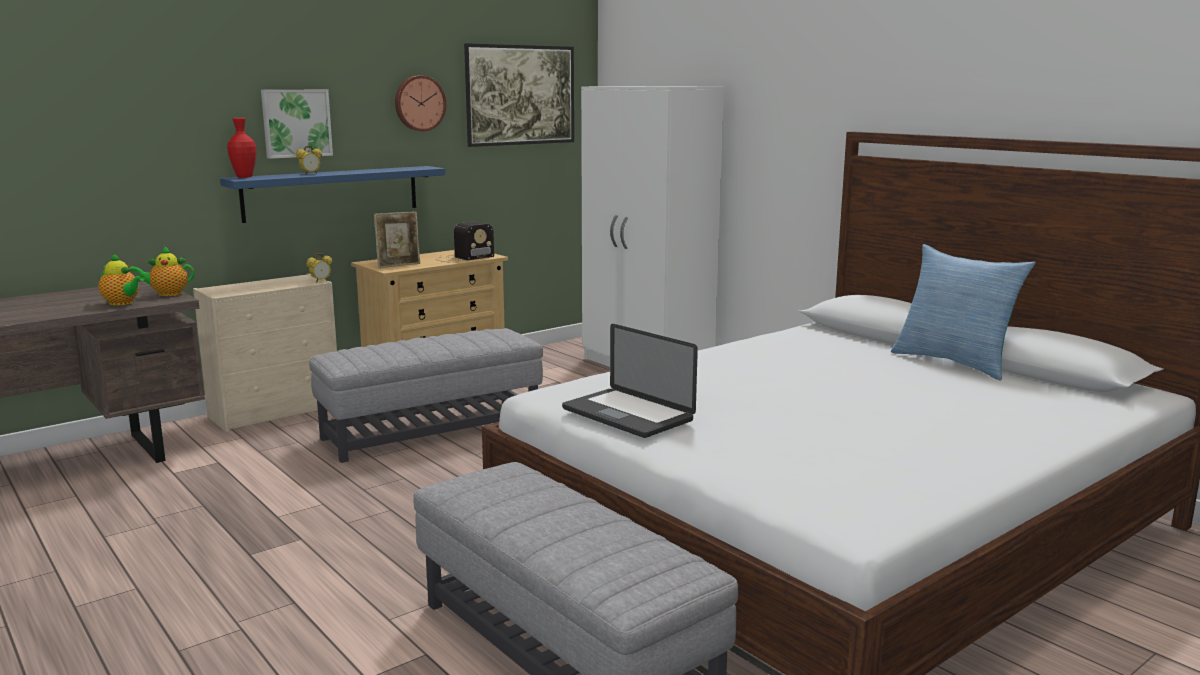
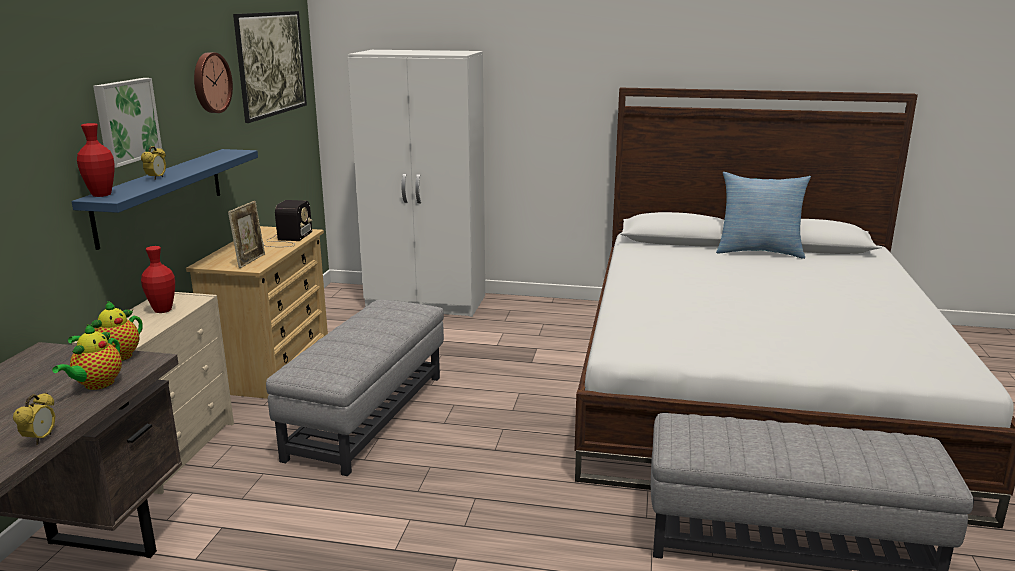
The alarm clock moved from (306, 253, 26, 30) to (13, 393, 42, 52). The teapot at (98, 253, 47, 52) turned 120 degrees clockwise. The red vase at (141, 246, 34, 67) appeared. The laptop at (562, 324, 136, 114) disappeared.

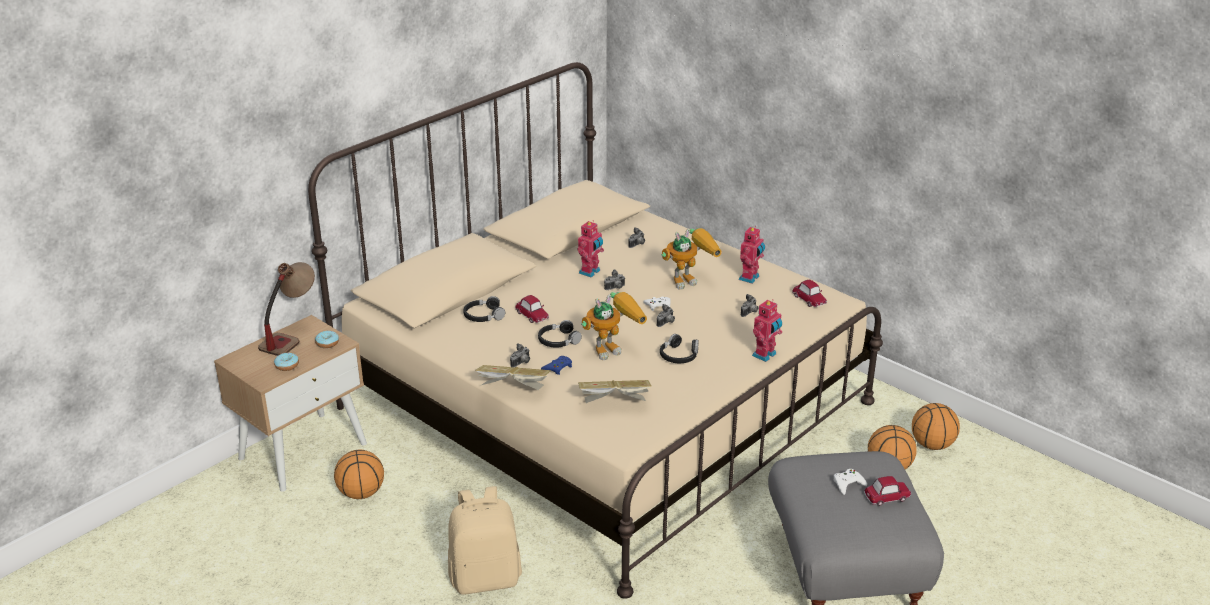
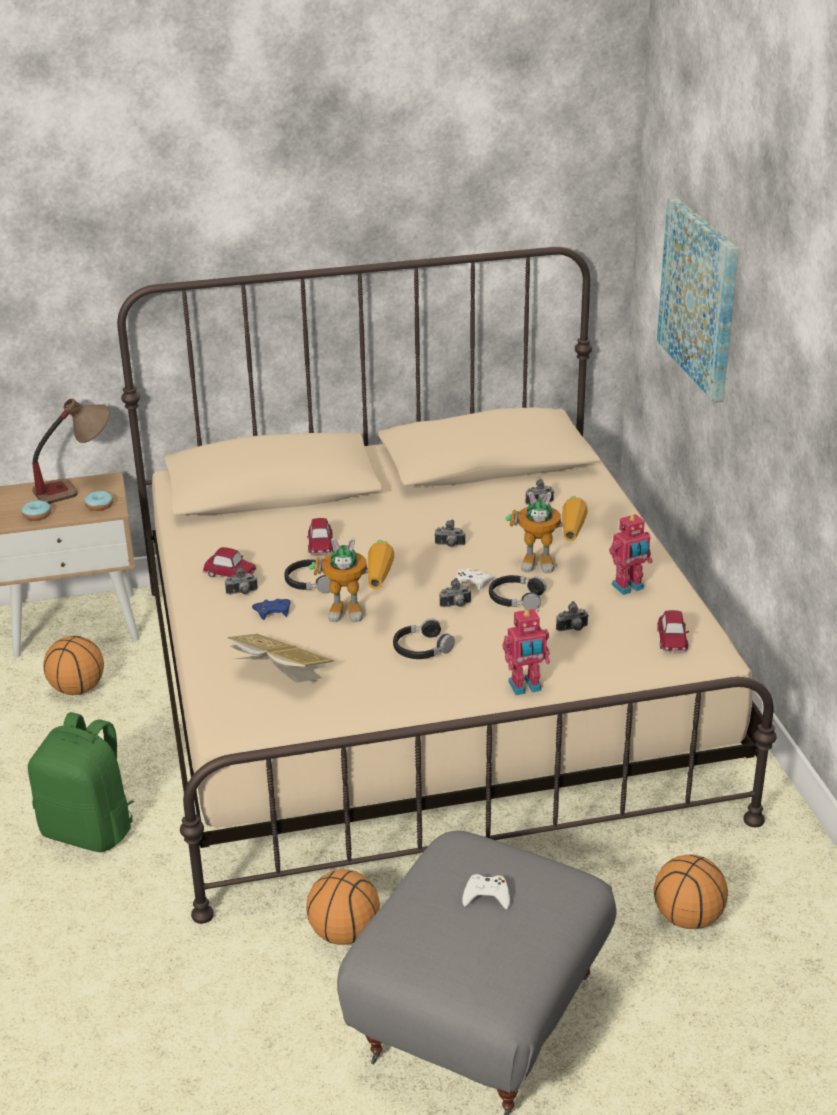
The beige backpack at (448, 486, 74, 109) became the green backpack at (28, 712, 106, 140). The toy car moved from (864, 476, 47, 30) to (203, 547, 53, 30). The basketball moved from (912, 403, 48, 47) to (306, 869, 74, 76). The black headphones moved from (463, 296, 42, 26) to (489, 575, 57, 35). The picture at (657, 197, 82, 206) appeared. The book at (475, 365, 76, 25) disappeared. The toy robot at (577, 220, 27, 57) disappeared.

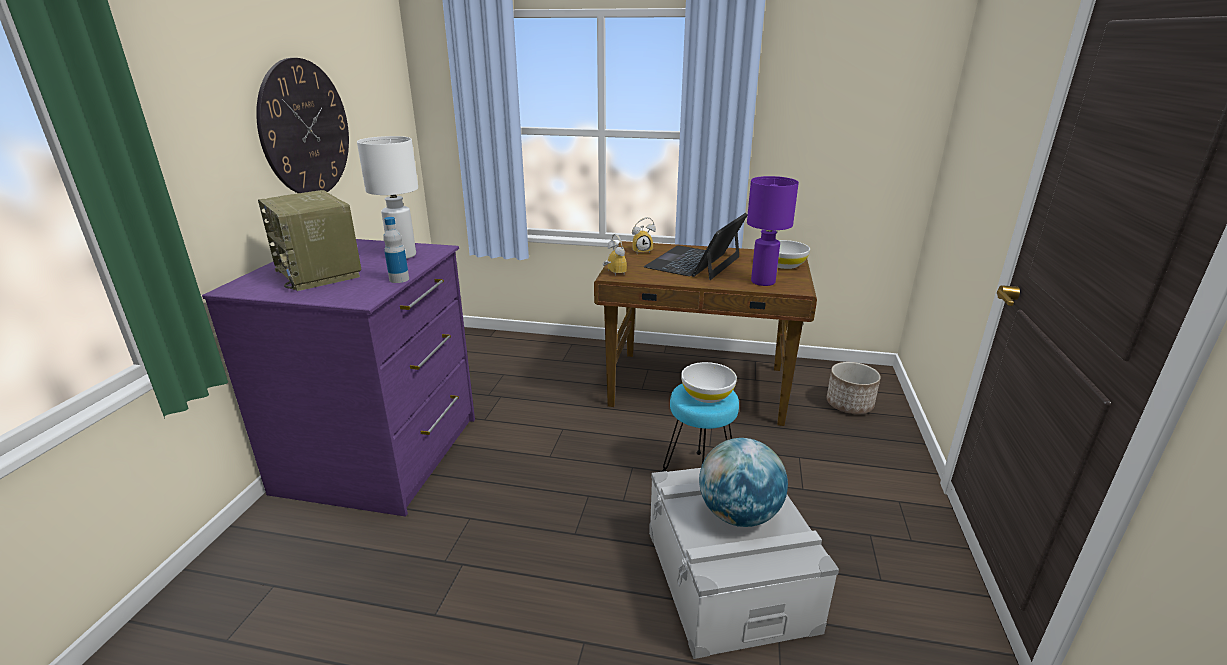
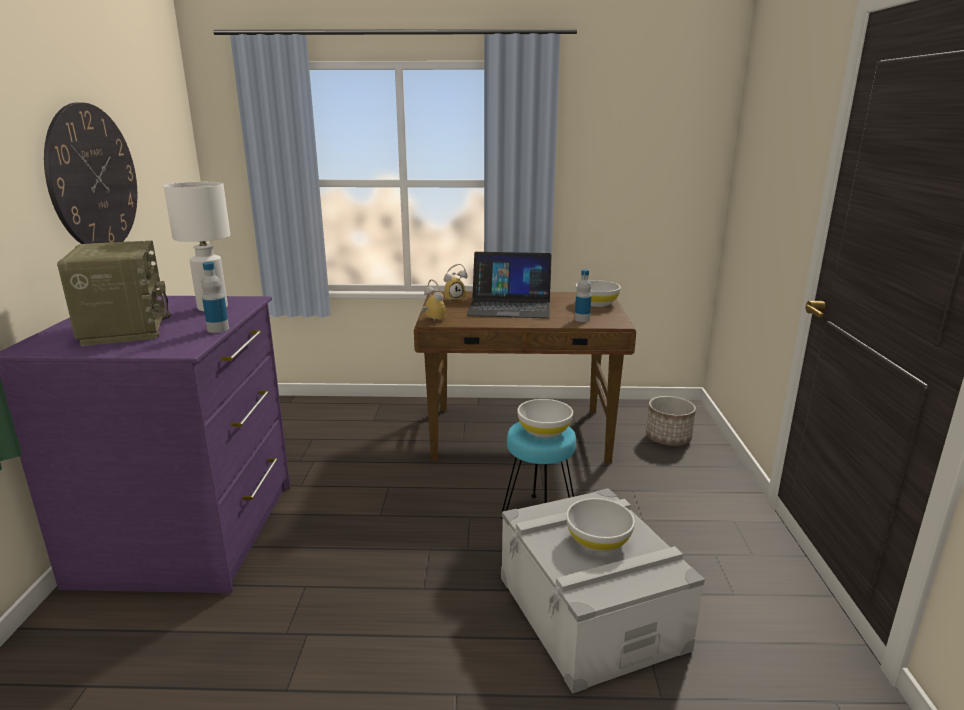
The radio at (258, 190, 103, 101) turned 150 degrees counterclockwise. The laptop at (644, 213, 104, 67) turned 105 degrees counterclockwise. The globe at (699, 438, 89, 89) was replaced by the white bowl at (566, 498, 69, 54). The purple table lamp at (747, 176, 52, 110) was replaced by the bottle at (575, 269, 17, 53).

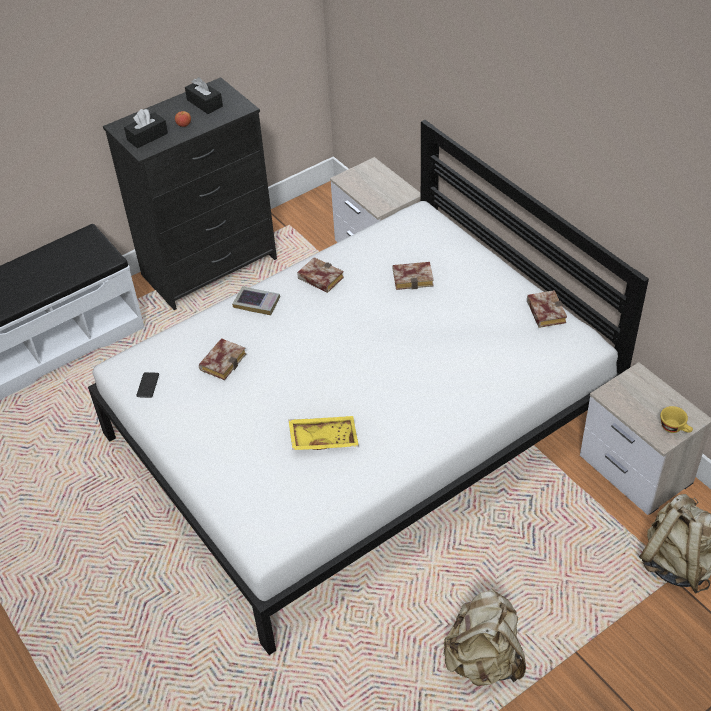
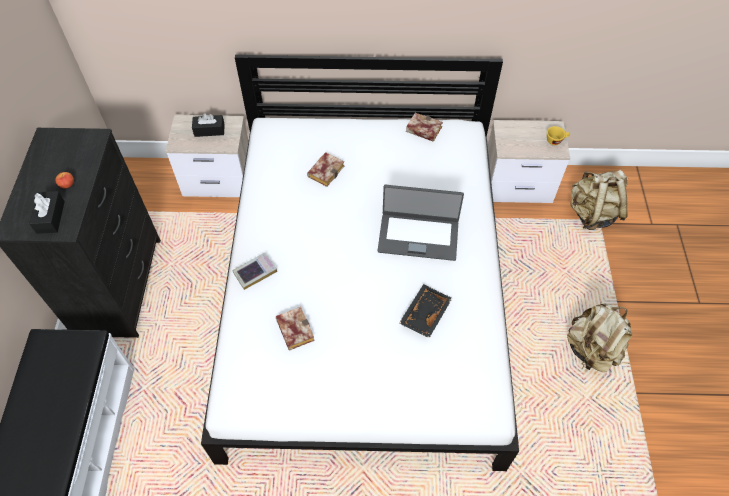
The black tissue box moved from (185, 77, 38, 37) to (192, 113, 33, 24). The laptop at (377, 185, 87, 76) appeared. The yellow tray at (289, 416, 70, 34) became the black tray at (399, 284, 53, 54). The phone at (136, 372, 23, 26) disappeared. The book at (297, 257, 47, 36) disappeared.

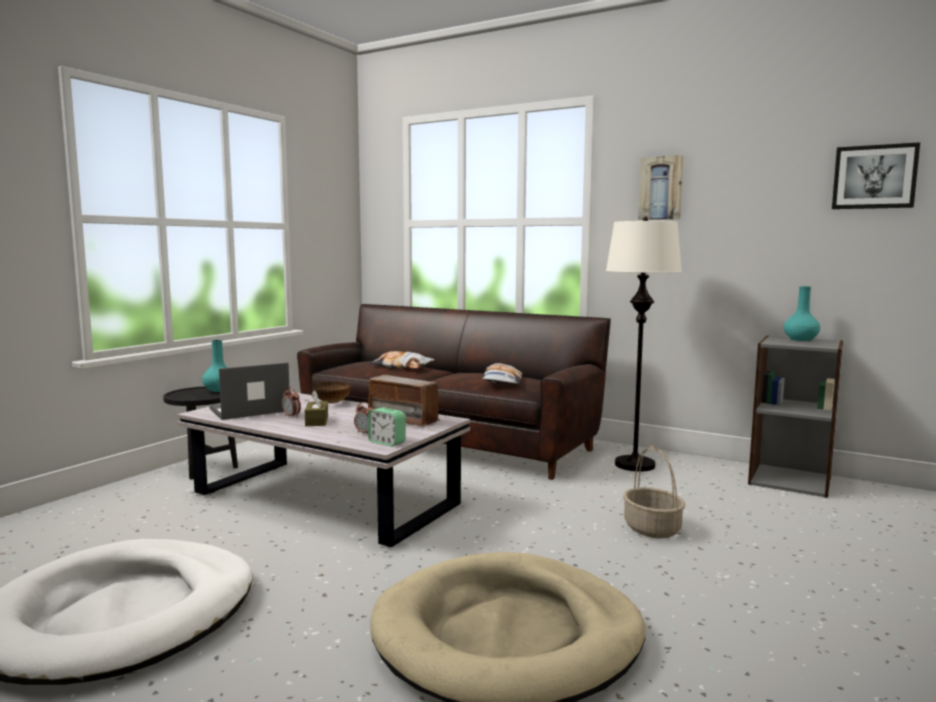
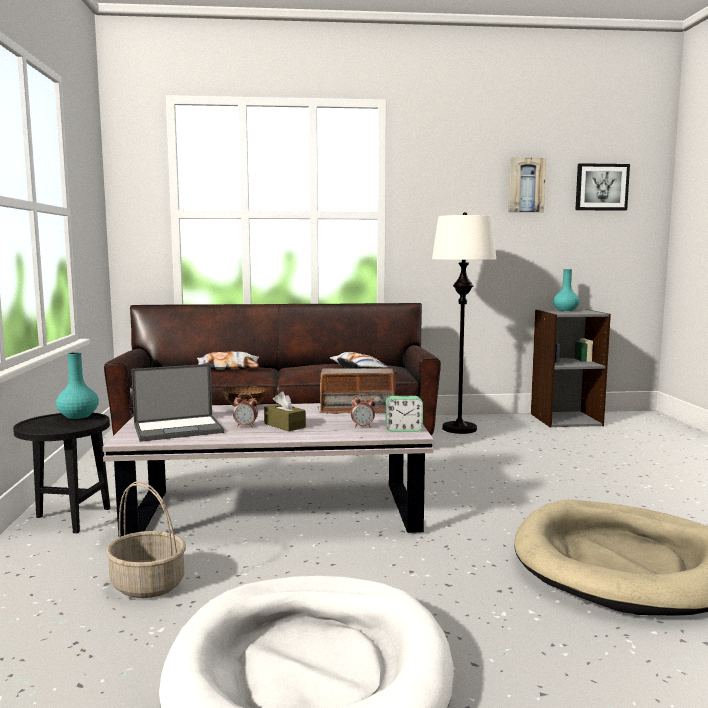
The basket moved from (623, 446, 62, 92) to (106, 481, 80, 117). The laptop at (209, 363, 81, 57) turned 135 degrees counterclockwise. The picture moved from (638, 155, 45, 65) to (508, 158, 38, 54).

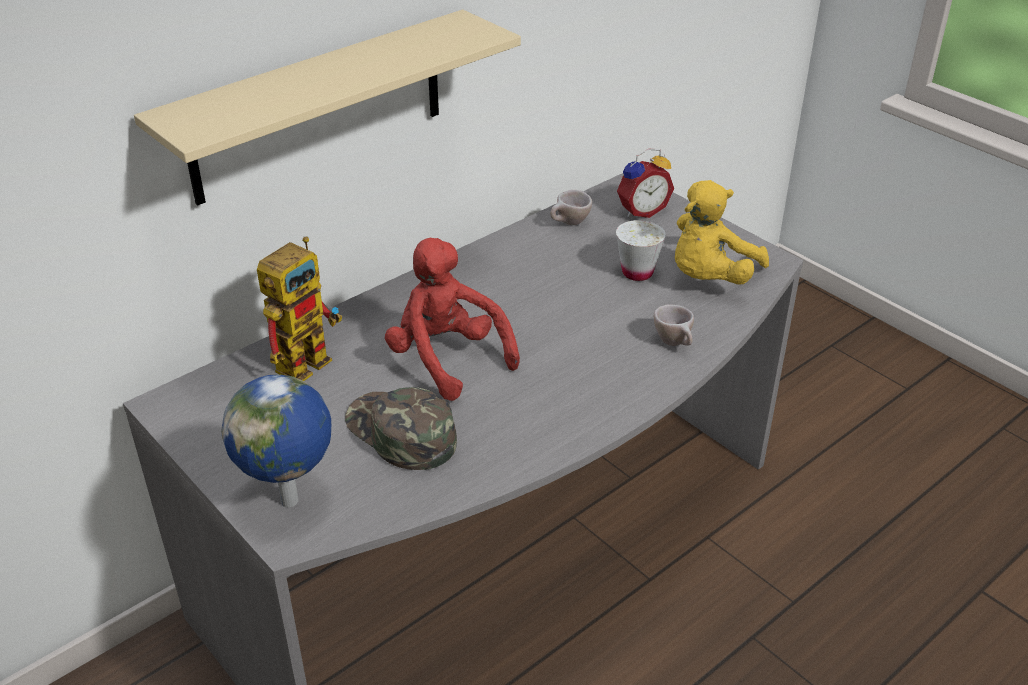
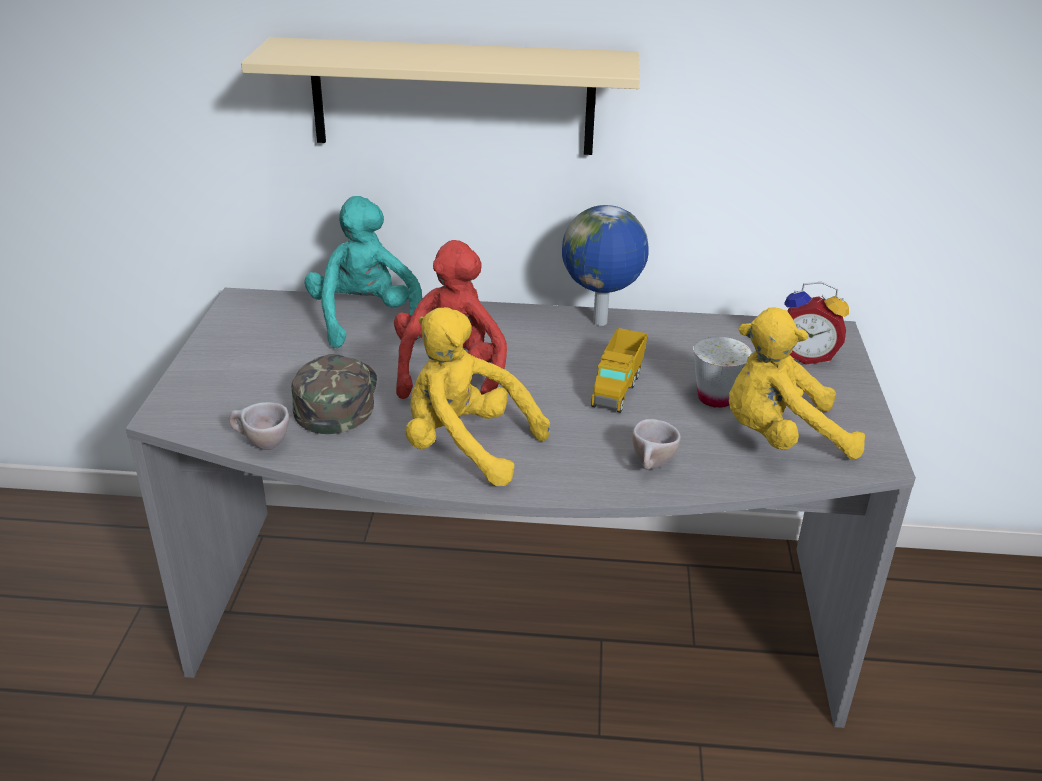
The beige cup moved from (550, 190, 42, 35) to (229, 402, 60, 48). The toy robot at (257, 237, 85, 144) was replaced by the turquoise plush toy at (304, 196, 118, 152). The yellow plush toy at (405, 307, 145, 179) appeared. The globe moved from (221, 374, 110, 133) to (562, 205, 87, 121). The toy truck at (591, 328, 57, 85) appeared.

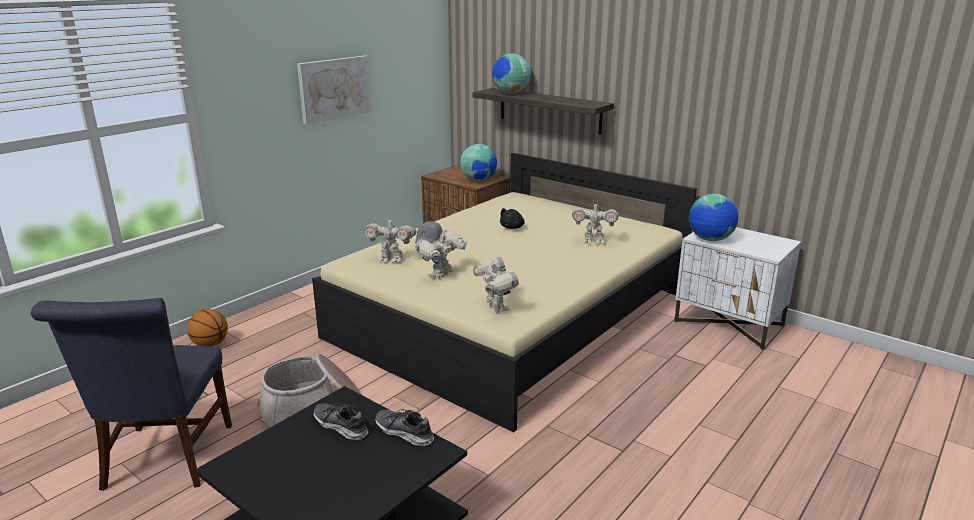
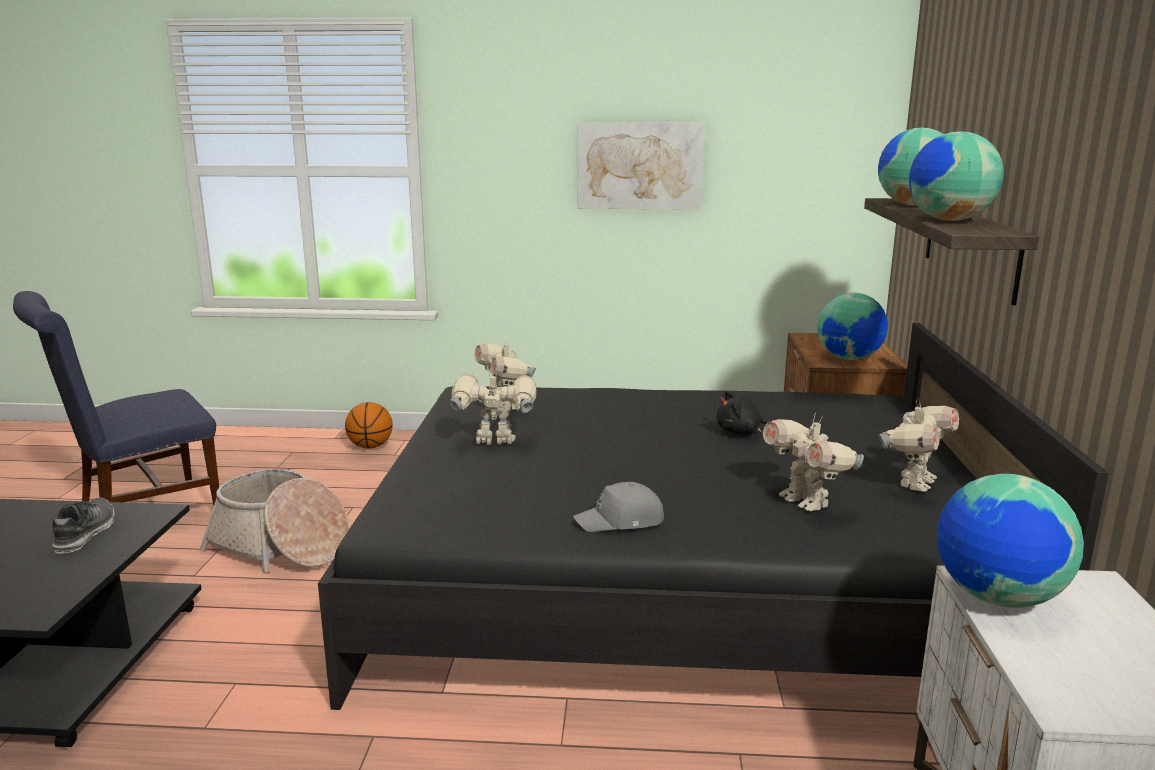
The beige bed at (312, 153, 385, 280) became the black bed at (318, 323, 791, 387). The grey cap moved from (415, 221, 28, 23) to (573, 482, 91, 50). The toy robot moved from (473, 257, 46, 55) to (879, 398, 80, 94). The globe at (909, 131, 95, 90) appeared. The shoe at (375, 409, 59, 37) disappeared.

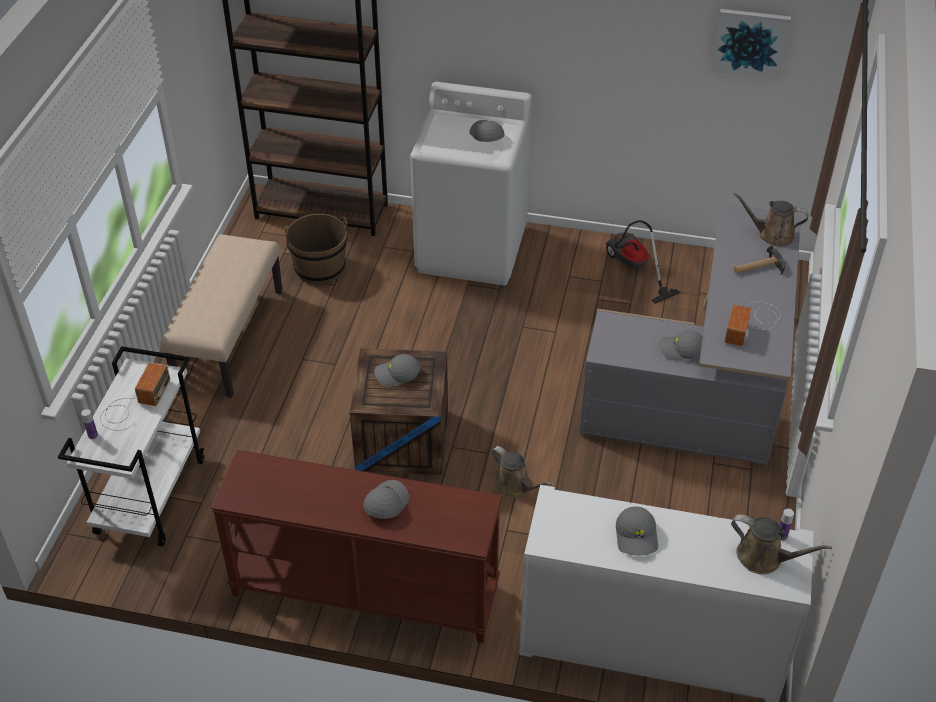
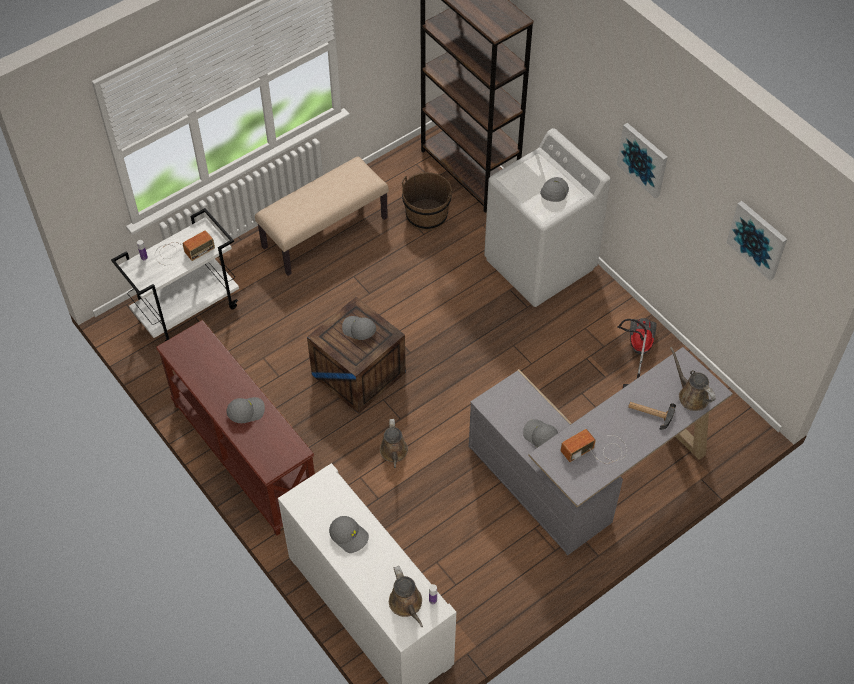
The grey cap at (616, 506, 42, 49) turned 90 degrees counterclockwise. The picture at (617, 123, 51, 76) appeared.

